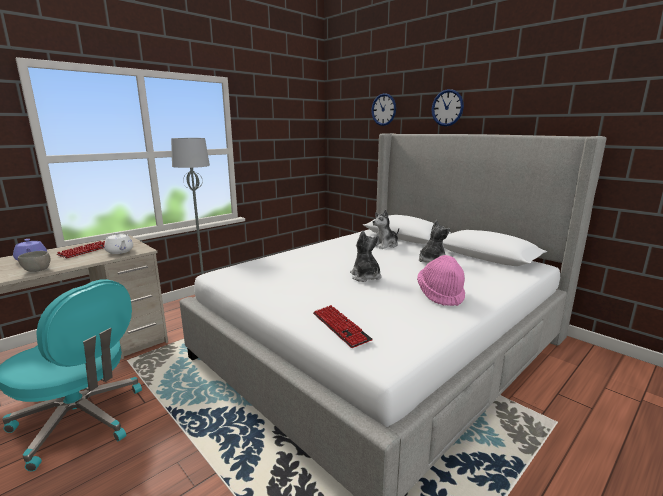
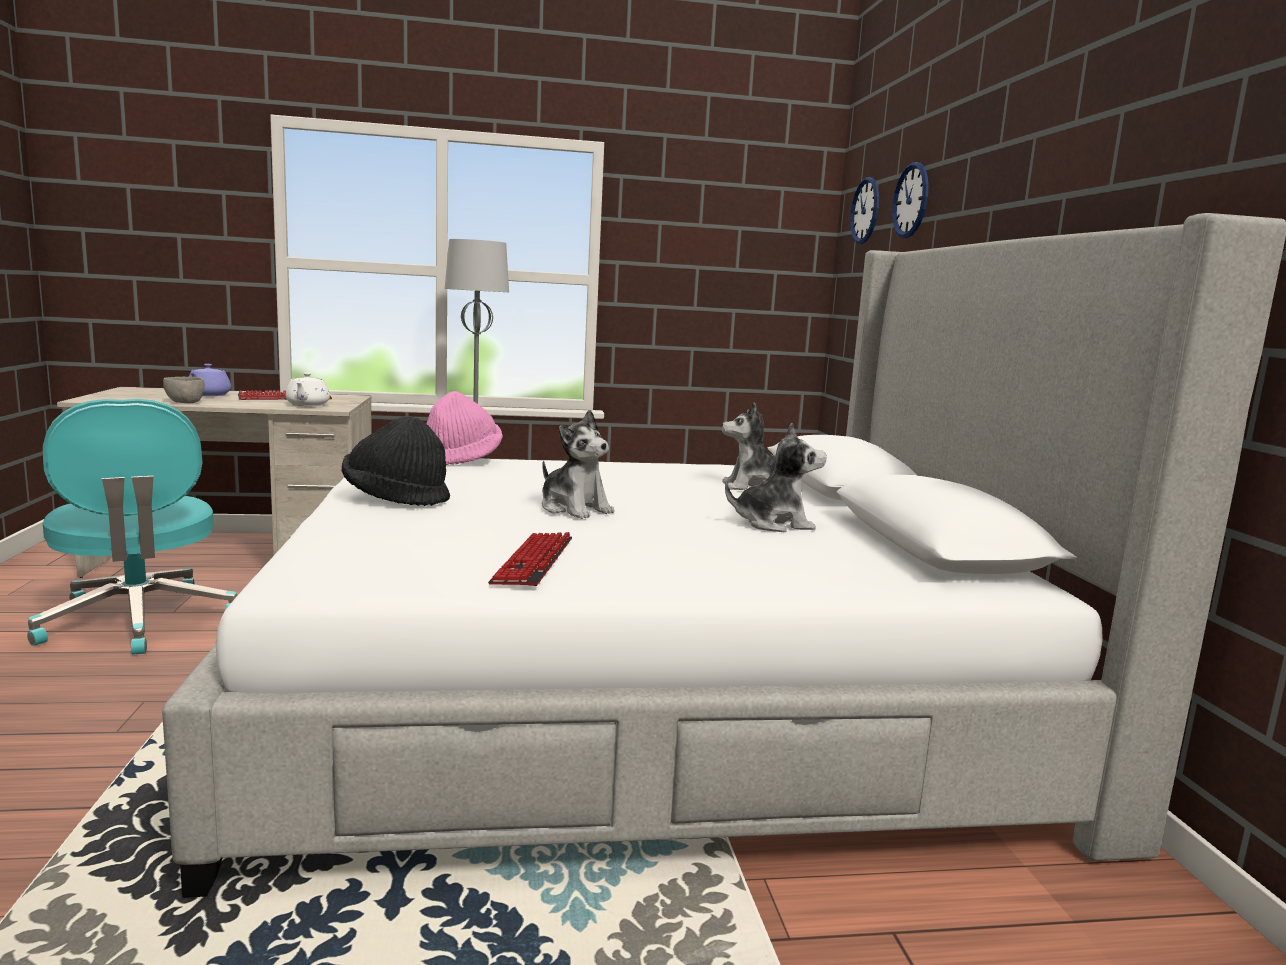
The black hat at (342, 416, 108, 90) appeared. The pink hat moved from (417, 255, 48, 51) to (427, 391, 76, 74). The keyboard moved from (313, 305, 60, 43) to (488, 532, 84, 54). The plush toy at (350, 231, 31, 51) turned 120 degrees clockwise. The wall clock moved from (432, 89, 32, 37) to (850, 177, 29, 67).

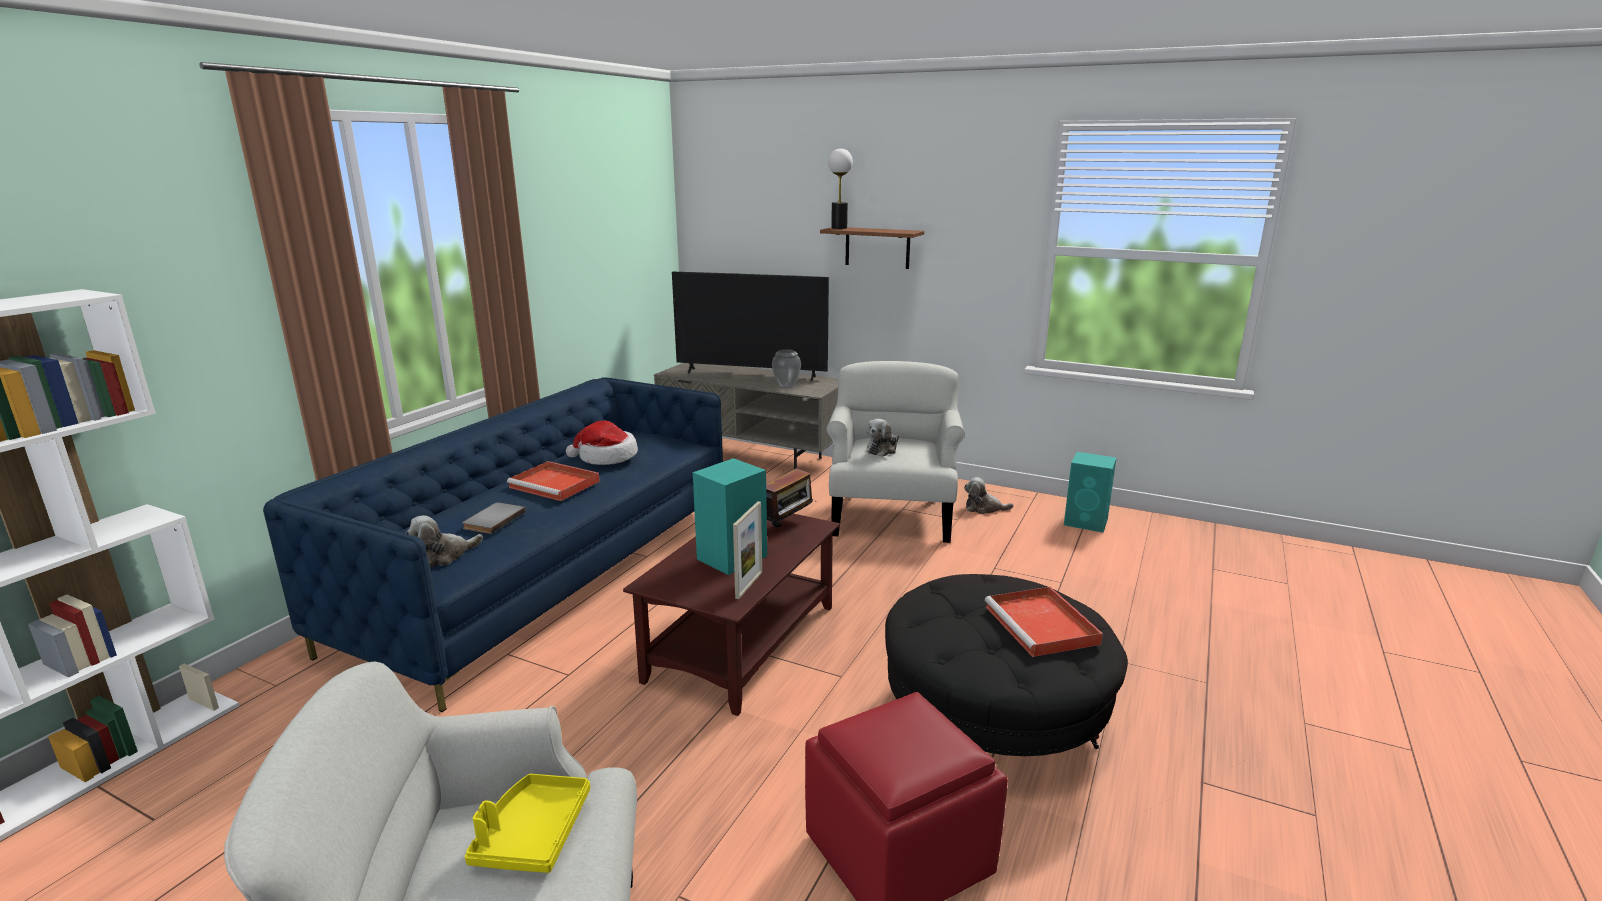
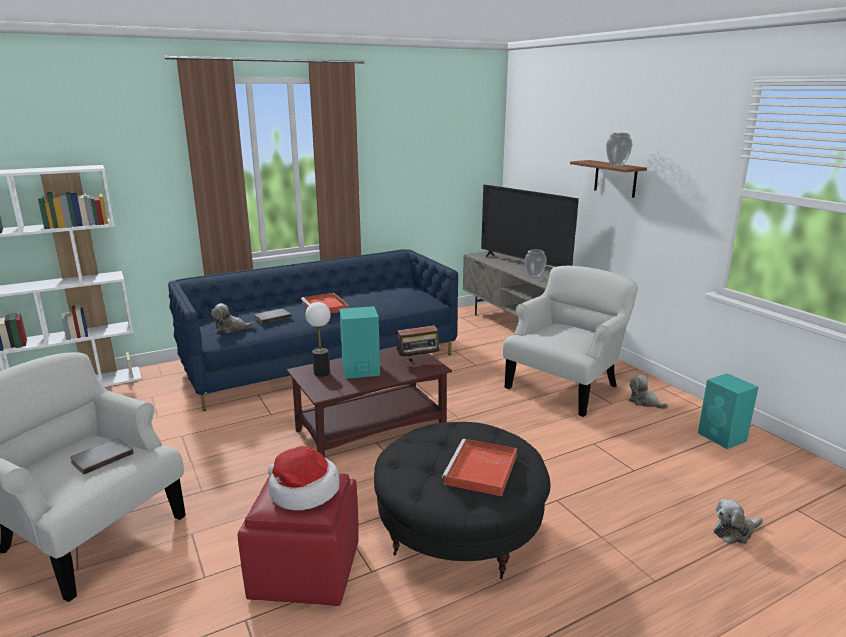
The yellow tray at (465, 774, 125, 99) was replaced by the grey book at (70, 438, 64, 37). The hat moved from (566, 421, 72, 44) to (268, 446, 72, 64). The table lamp moved from (828, 148, 25, 81) to (306, 302, 25, 75). The vase at (606, 133, 26, 33) appeared. The plush toy moved from (866, 419, 33, 38) to (714, 499, 49, 45). The picture frame at (733, 501, 29, 98) disappeared.

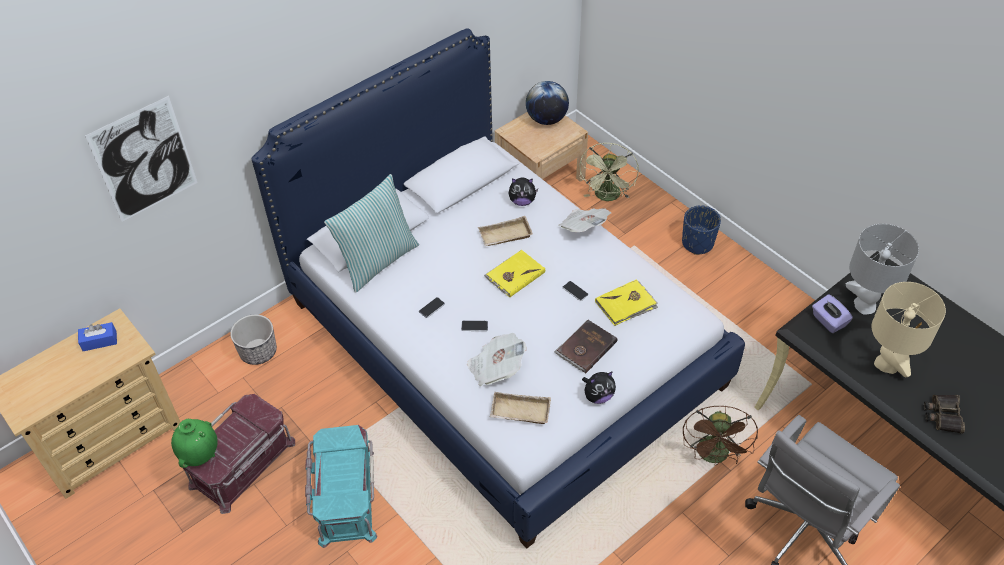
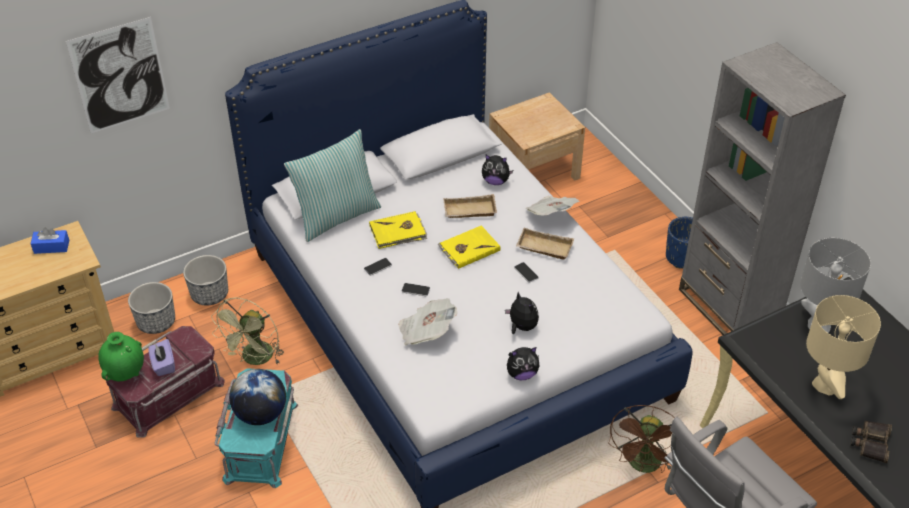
The planter at (128, 282, 47, 52) appeared. The purple tissue box moved from (812, 294, 41, 39) to (149, 339, 26, 37). The green fan moved from (579, 143, 60, 58) to (211, 298, 73, 67). The globe moved from (526, 81, 43, 44) to (229, 369, 57, 56). The yellow book moved from (595, 279, 63, 47) to (369, 211, 58, 38). The brown book at (554, 320, 63, 53) was replaced by the plush toy at (505, 292, 34, 42). The beige tray moved from (490, 392, 61, 32) to (516, 228, 58, 32). The grey bookcase at (679, 42, 167, 293) appeared.

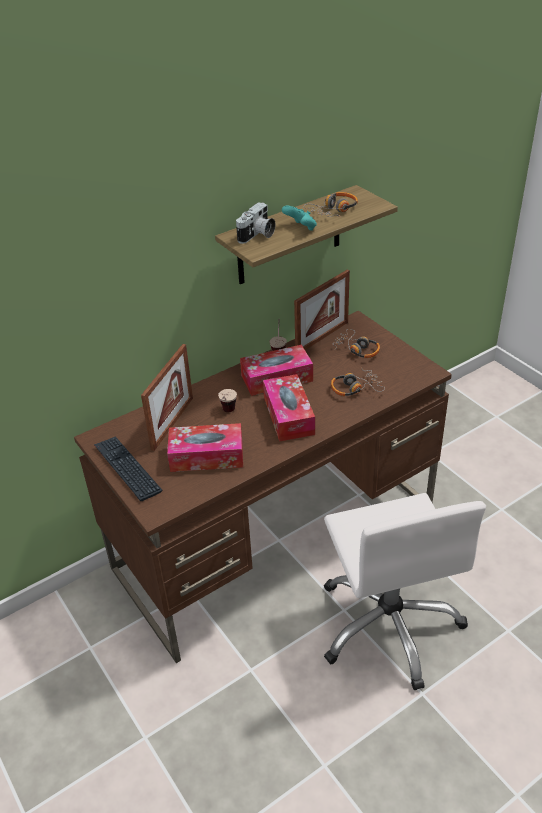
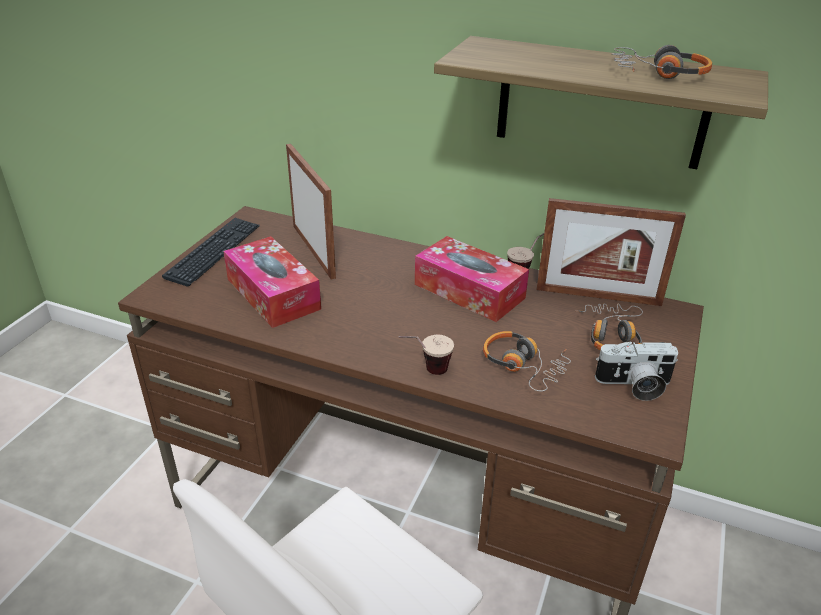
The picture frame at (141, 344, 52, 107) turned 105 degrees counterclockwise. The cup moved from (218, 389, 19, 23) to (398, 335, 56, 40). The photo camera moved from (236, 202, 40, 42) to (595, 341, 83, 60). The tissue box at (263, 374, 52, 68) disappeared. The turquoise game controller at (282, 206, 35, 25) disappeared.

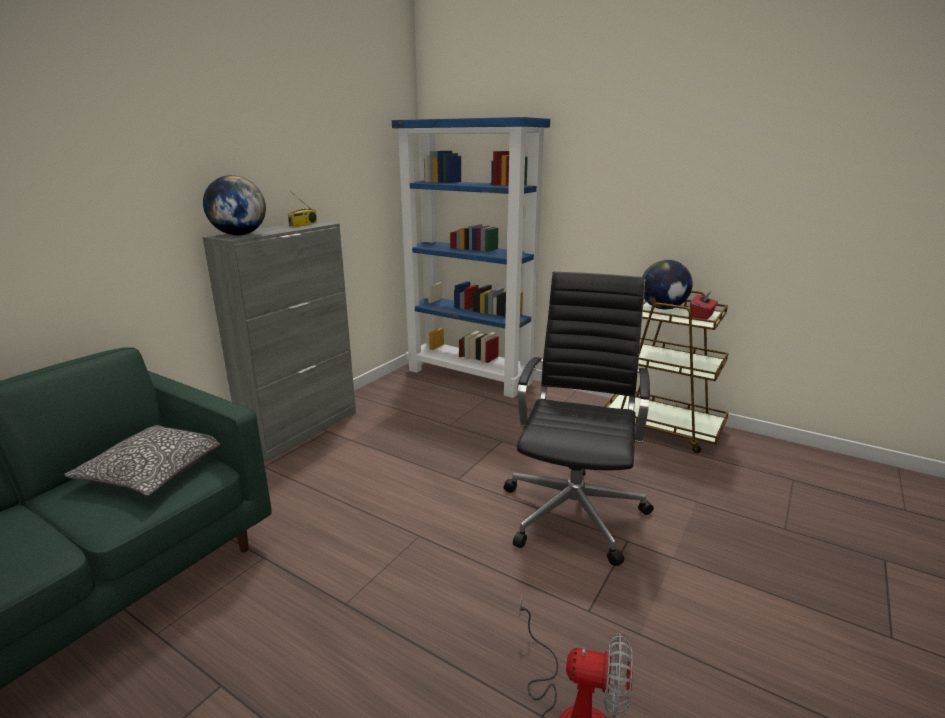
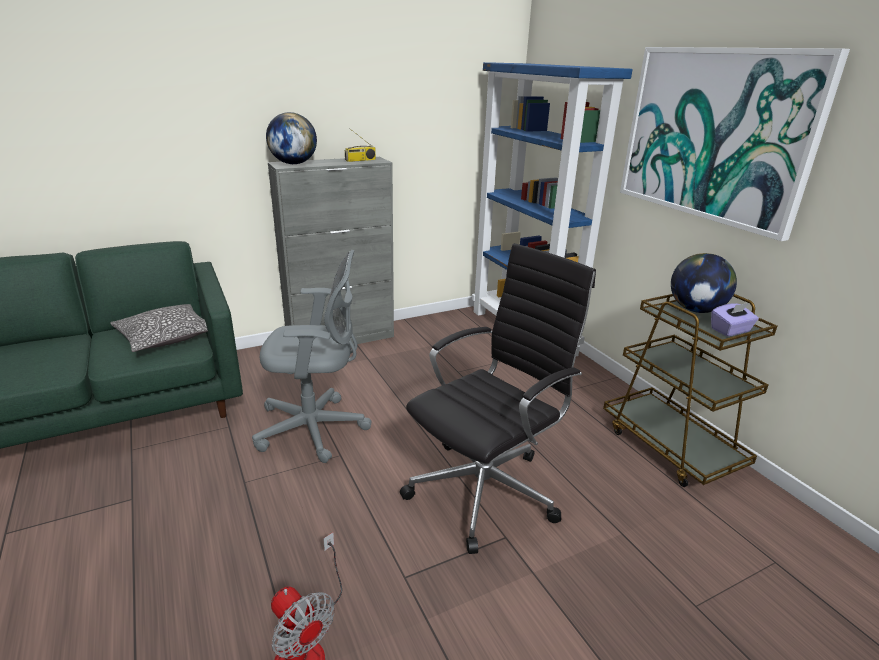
The grey office chair at (252, 250, 119, 213) appeared. The picture at (620, 47, 230, 194) appeared. The red tissue box at (690, 292, 28, 27) became the purple tissue box at (711, 303, 48, 33).

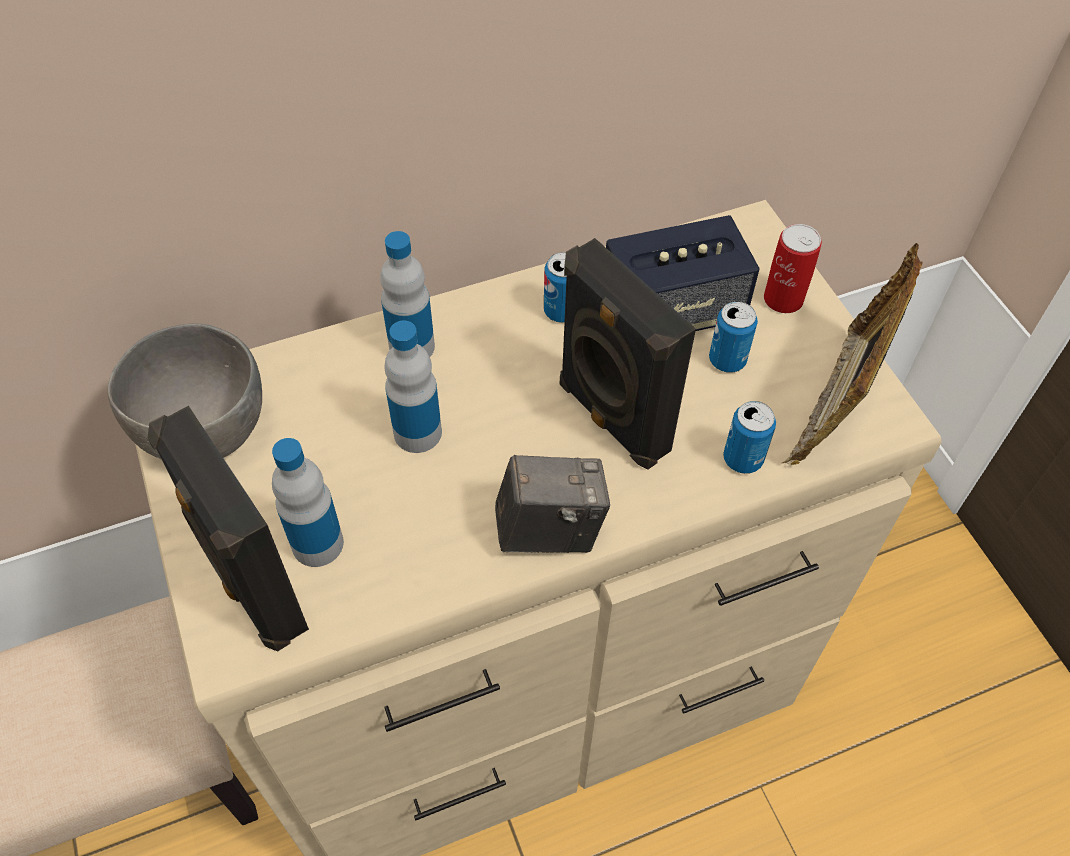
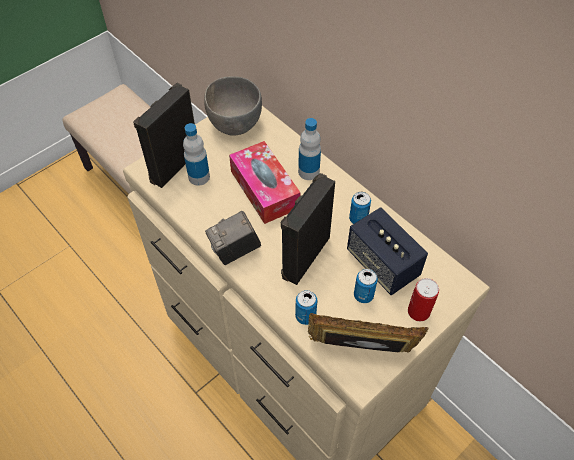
The photo camera at (495, 455, 115, 98) turned 90 degrees clockwise. The bottle at (384, 321, 58, 132) was replaced by the tissue box at (229, 141, 72, 83).

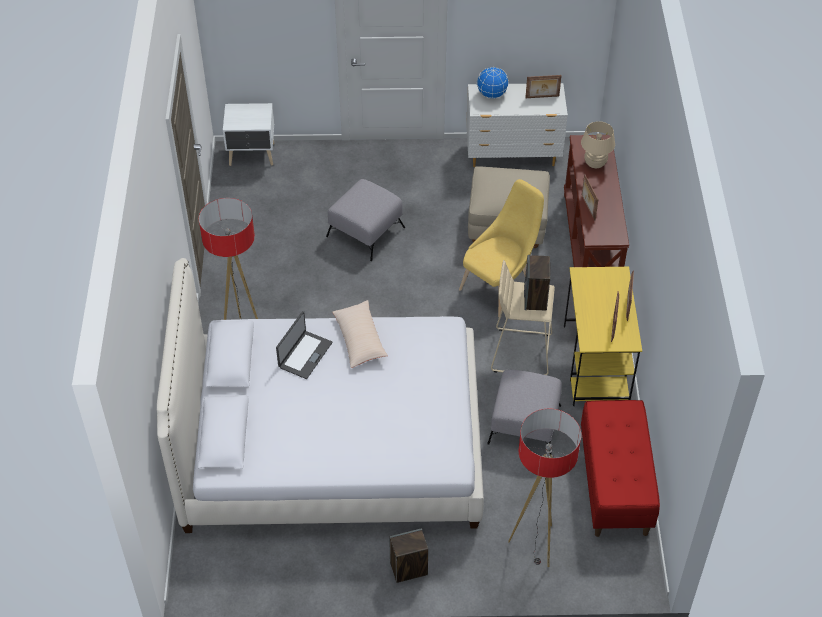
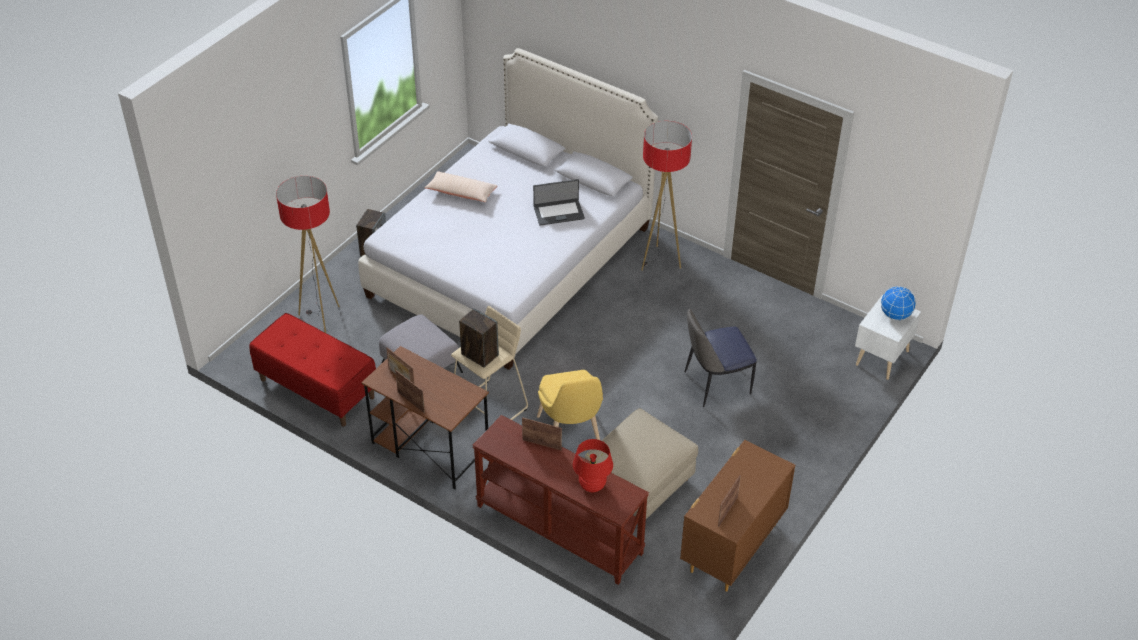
The yellow desk at (564, 267, 78, 139) became the brown desk at (362, 346, 127, 143). The beige pillow moved from (332, 300, 56, 68) to (424, 171, 74, 31). The laptop at (276, 311, 56, 68) turned 75 degrees counterclockwise. The beige table lamp at (581, 121, 34, 47) became the red table lamp at (573, 439, 40, 53). The white dresser at (466, 83, 102, 84) became the brown dresser at (680, 440, 115, 152). The grey ottoman at (326, 179, 79, 82) was replaced by the chair at (684, 308, 73, 99). The globe moved from (477, 66, 32, 33) to (881, 286, 35, 35).

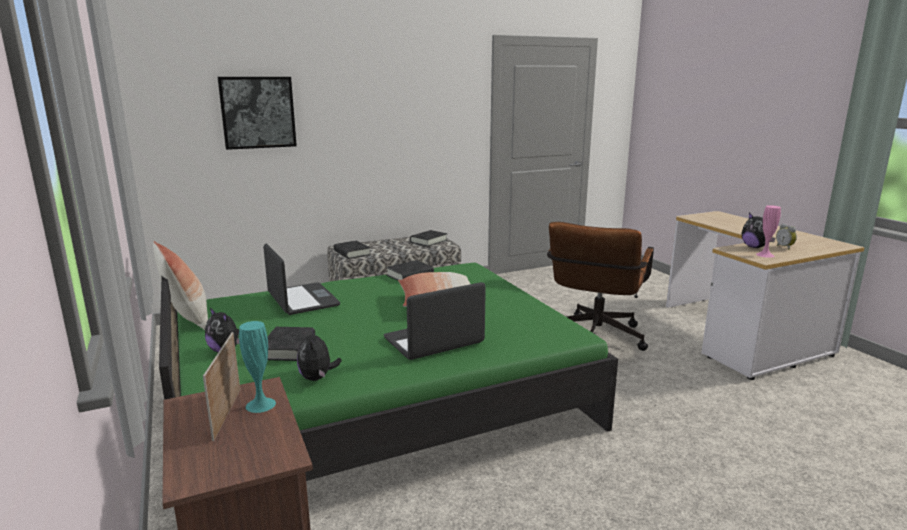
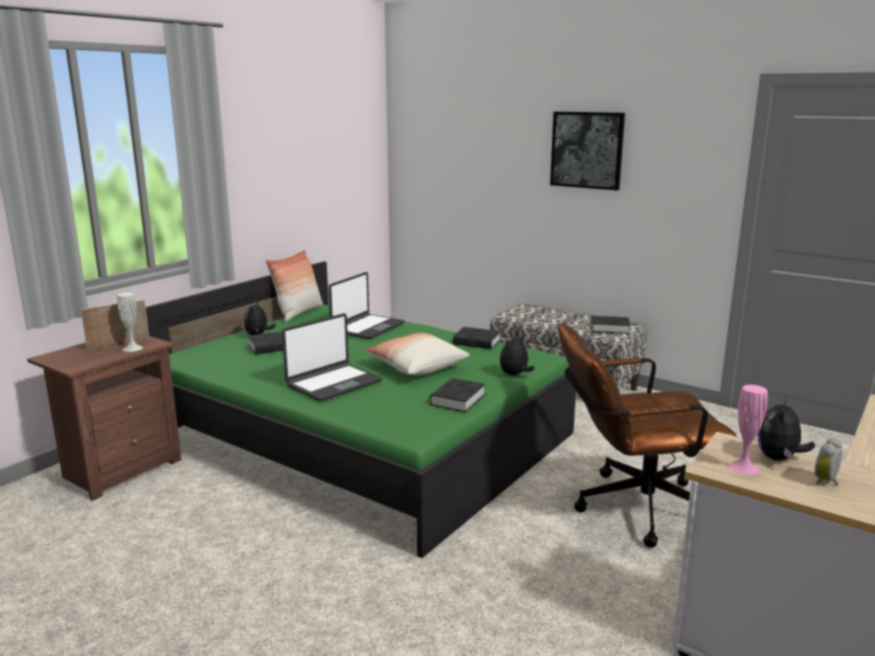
The turquoise vase at (239, 321, 37, 92) became the white vase at (117, 293, 26, 59). The laptop at (384, 282, 102, 78) turned 105 degrees clockwise. The black book moved from (334, 240, 37, 19) to (429, 378, 57, 34). The plush toy moved from (297, 328, 44, 53) to (500, 336, 34, 39). The picture moved from (218, 77, 79, 73) to (550, 112, 75, 78).

